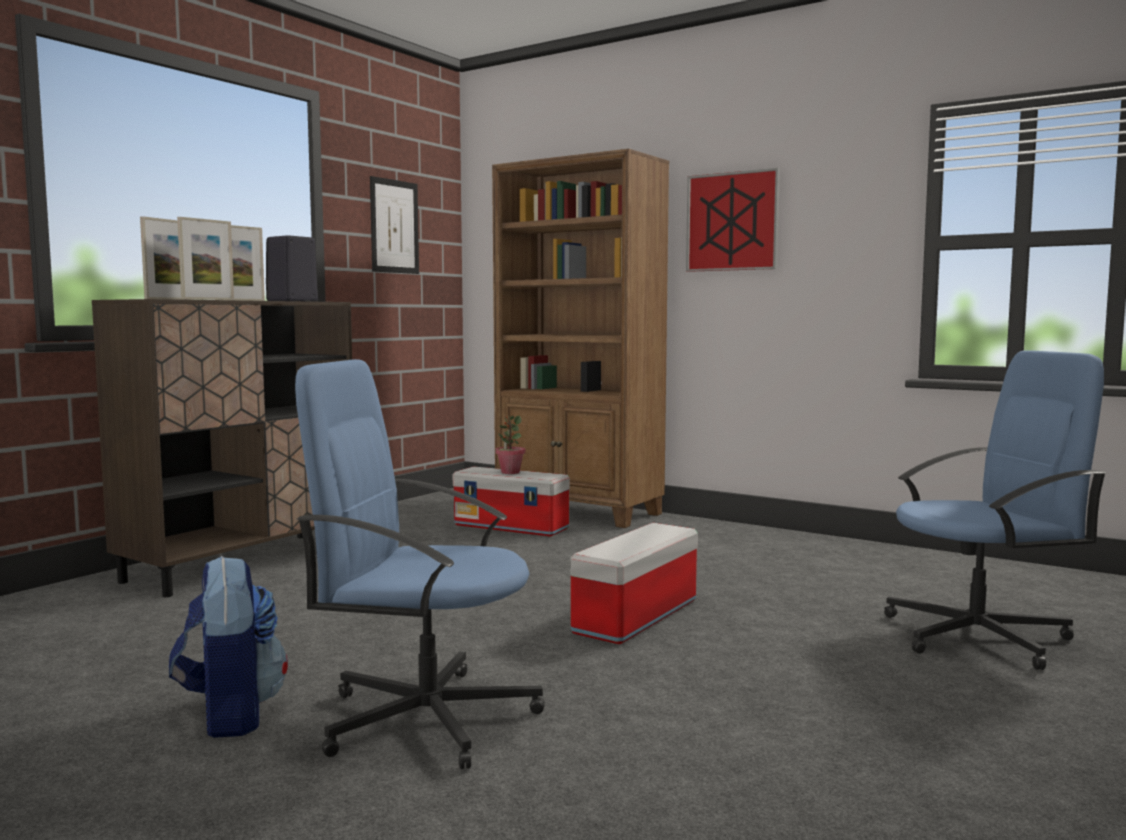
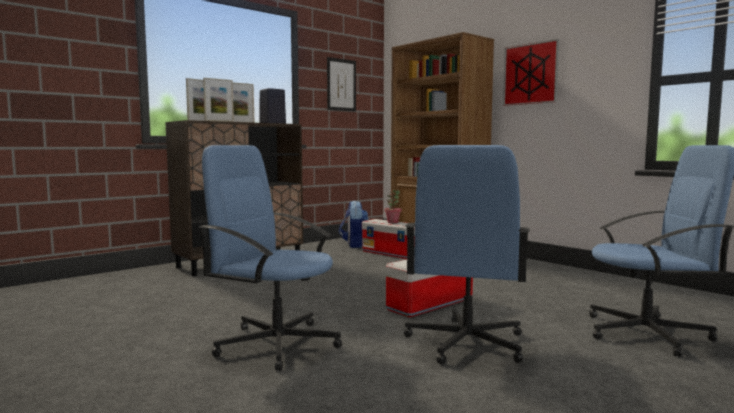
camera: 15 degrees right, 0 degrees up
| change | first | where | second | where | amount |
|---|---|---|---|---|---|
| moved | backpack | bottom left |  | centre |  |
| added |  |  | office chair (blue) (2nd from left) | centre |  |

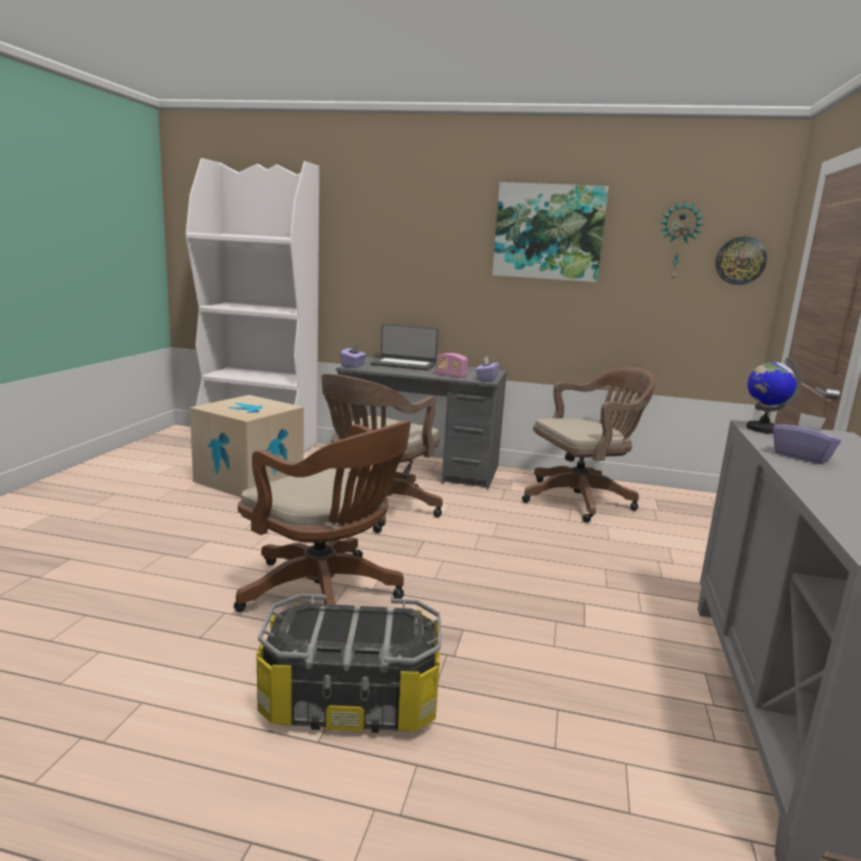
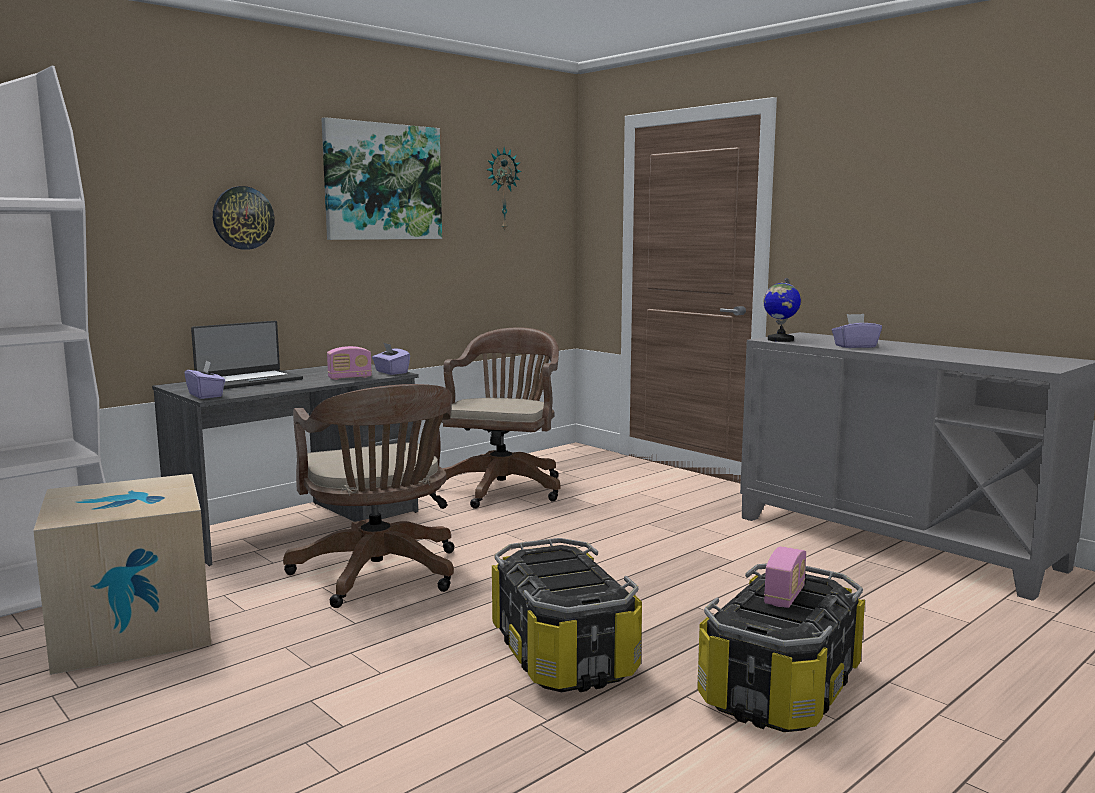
camera: 55 degrees left, 5 degrees down
| change | first | where | second | where | amount |
|---|---|---|---|---|---|
| moved | wall clock (2nd from left in the first image) | top right | wall clock (1st from left) | top left |  |
| replaced | office chair (brown) (1st from left) | centre | storage box (1st from left) | bottom centre |  |
| added |  |  | radio (2nd from left) | bottom right |  |

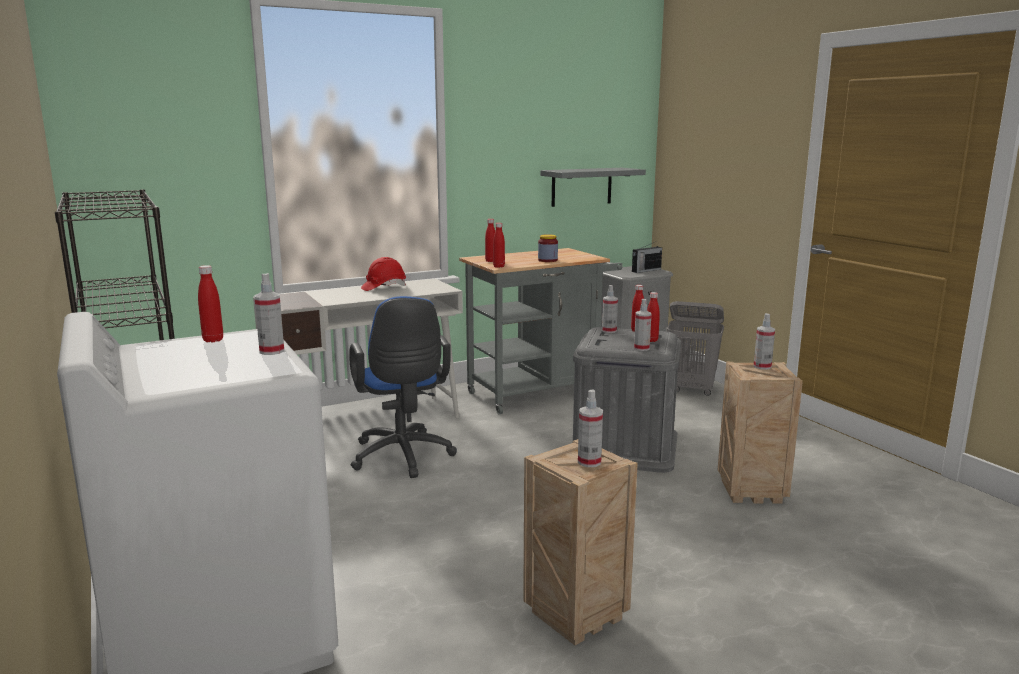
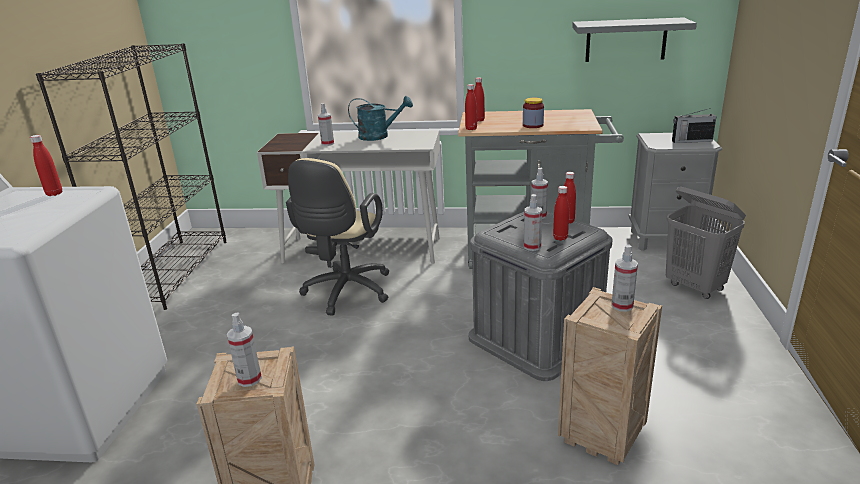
camera: 35 degrees right, 10 degrees up
| change | first | where | second | where | amount |
|---|---|---|---|---|---|
| replaced | hard hat (red) | centre | watering can (turquoise) | top centre |  |
| moved | spray bottle (1st from left in the first image) | middle left | spray bottle (2nd from left) | top centre |  |
| recoloured | office chair (blue) | centre | office chair (beige) | centre |  |

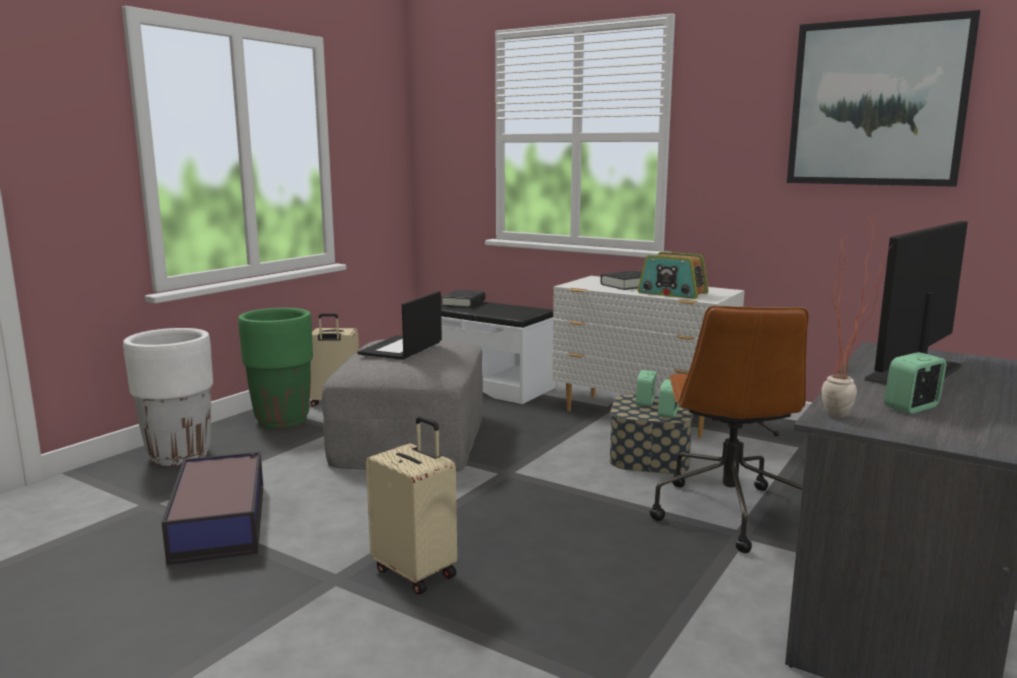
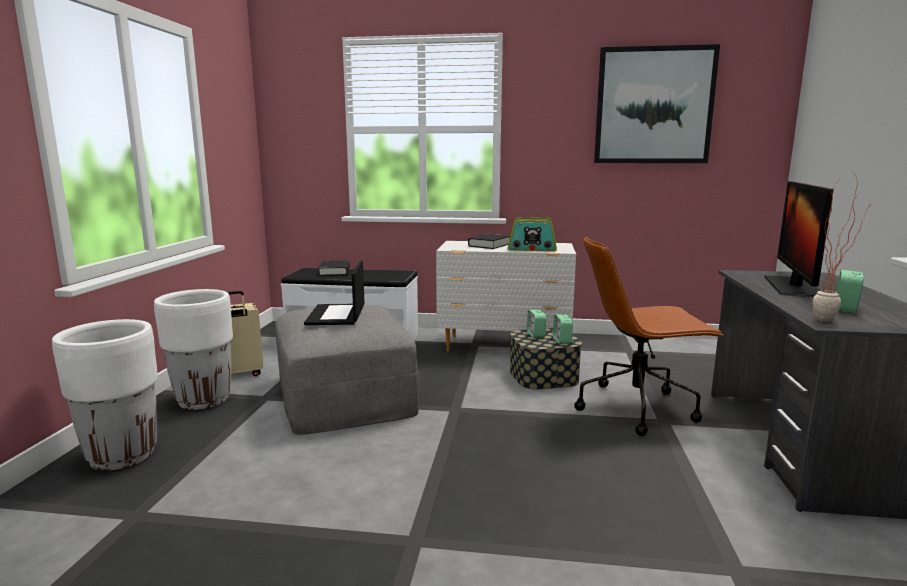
camera: 25 degrees left, 0 degrees up
| change | first | where | second | where | amount |
|---|---|---|---|---|---|
| turned | office chair (brown) | middle right |  | middle right | 105 degrees clockwise |
| recoloured | planter (green) | middle left | planter (white) (2nd from left) | middle left |  |
| removed | suitcase (beige) (2nd from left) | bottom centre |  |  |  |
| removed | storage box (1st from left) | bottom left |  |  |  |

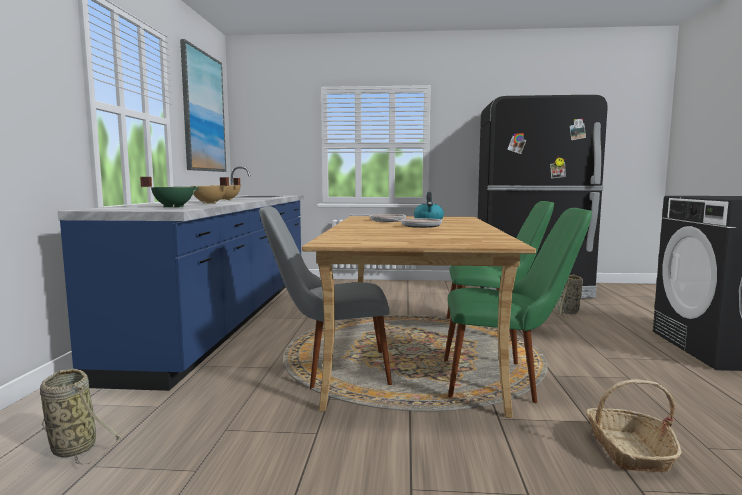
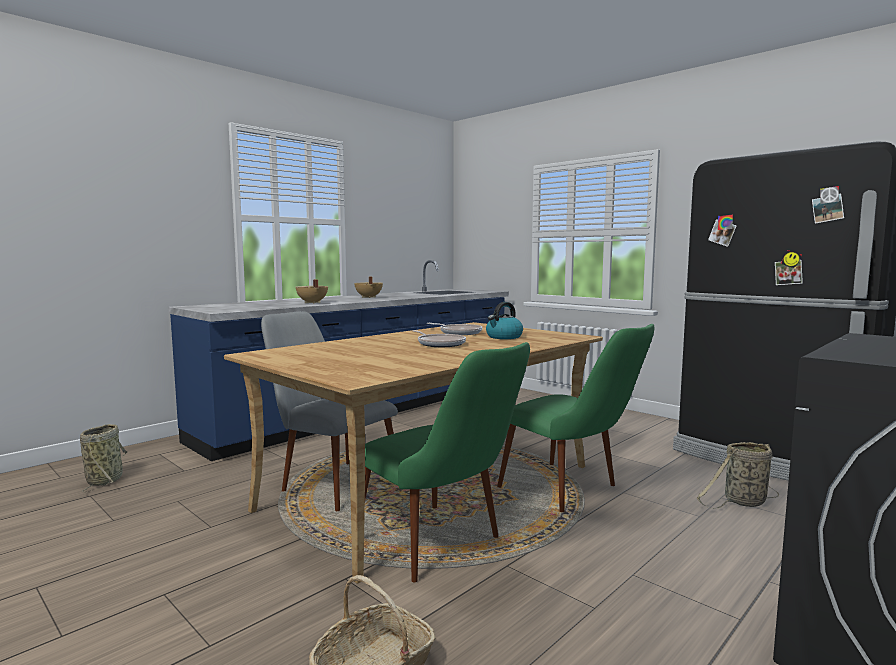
camera: 40 degrees right, 0 degrees up
| change | first | where | second | where | amount |
|---|---|---|---|---|---|
| removed | picture | top left |  |  |  |
| removed | cooking pot (green) | middle left |  |  |  |

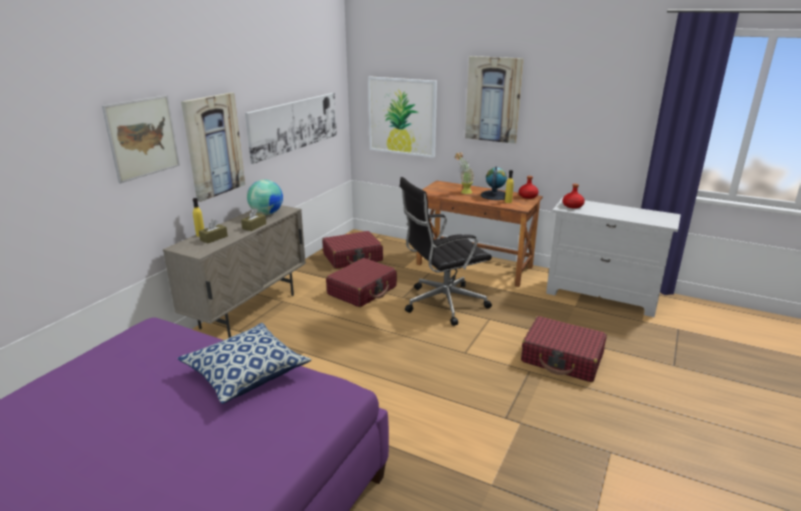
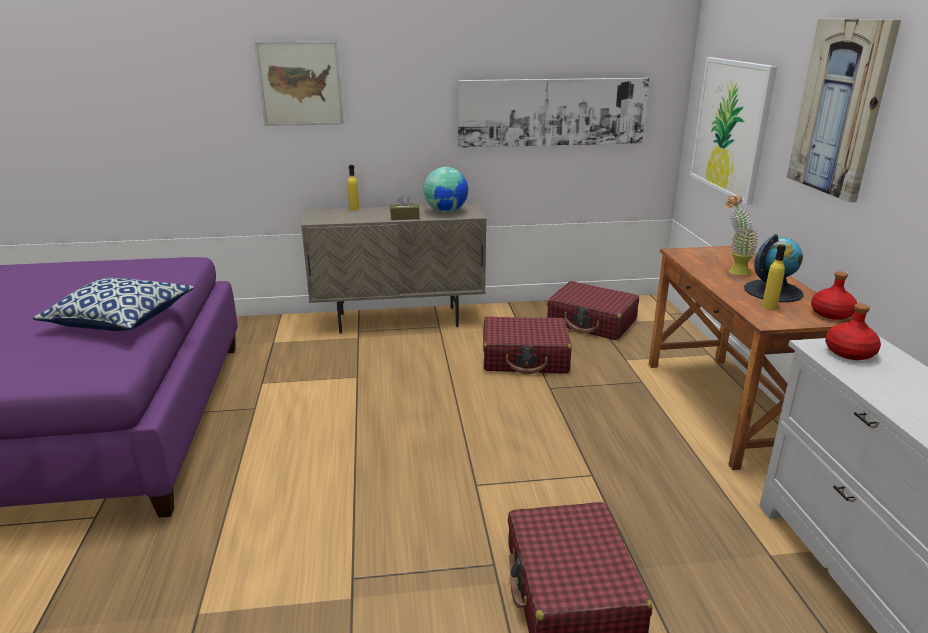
camera: 55 degrees right, 0 degrees up
| change | first | where | second | where | amount |
|---|---|---|---|---|---|
| removed | picture (2nd from left) | top left |  |  |  |
| removed | office chair (black) | centre |  |  |  |
| removed | tissue box (brown) (1st from left) | middle left |  |  |  |

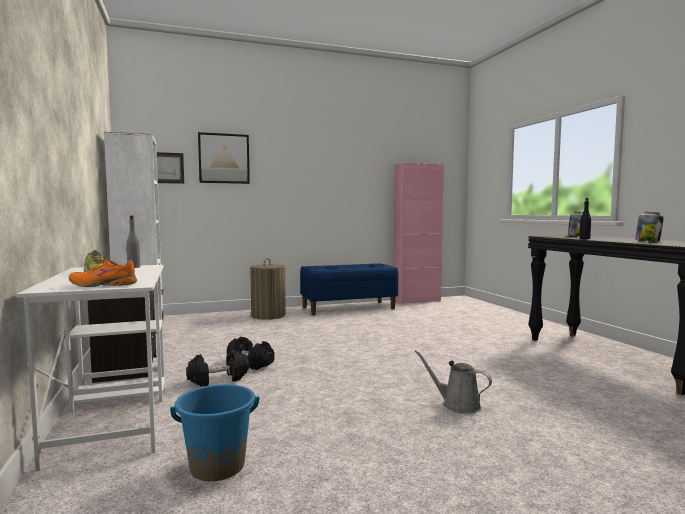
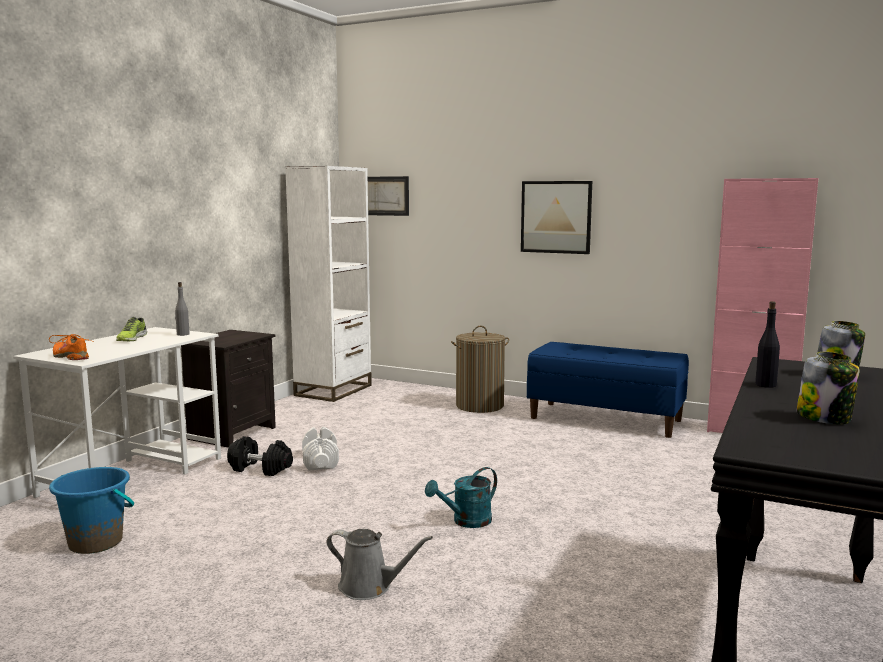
camera: 45 degrees right, 5 degrees up
| change | first | where | second | where | amount |
|---|---|---|---|---|---|
| moved | picture (2nd from left) | top left |  | top centre |  |
| recoloured | dumbbell (black) (2nd from left) | bottom centre | dumbbell (white) | bottom centre |  |
| turned | watering can (grey) | bottom centre |  | bottom centre | 120 degrees clockwise |
| added |  |  | watering can (turquoise) | bottom centre |  |

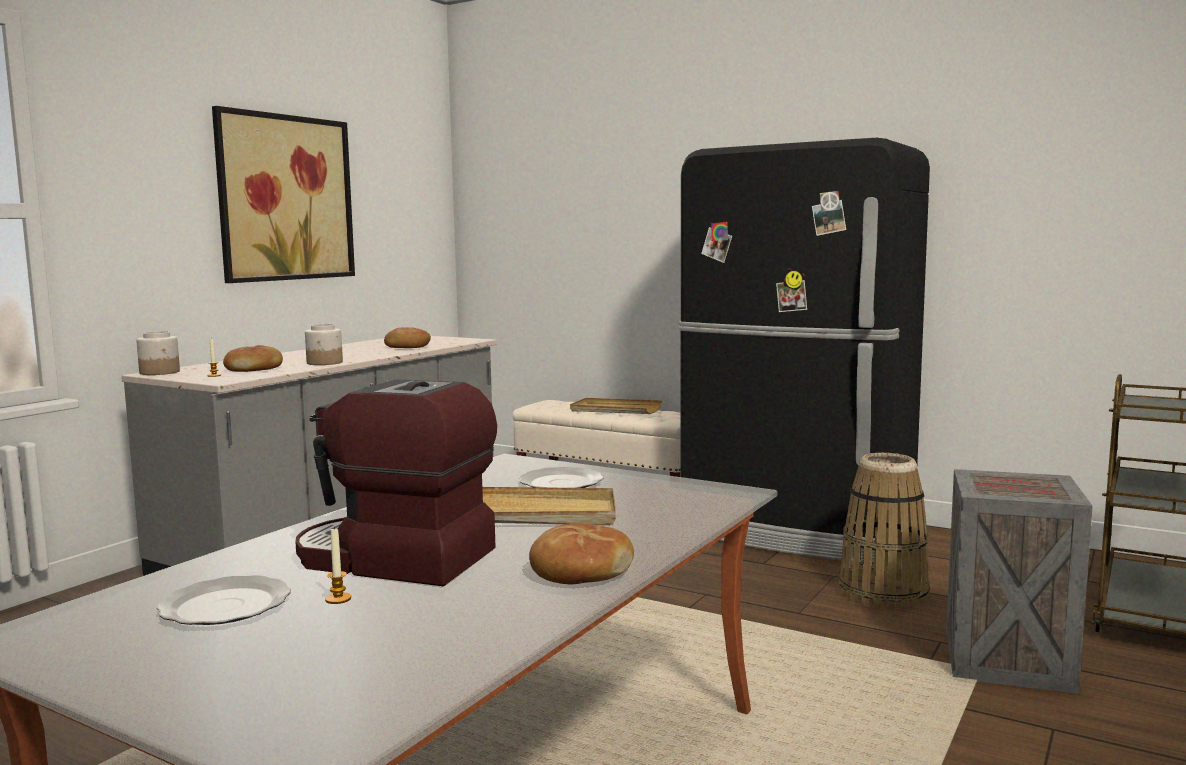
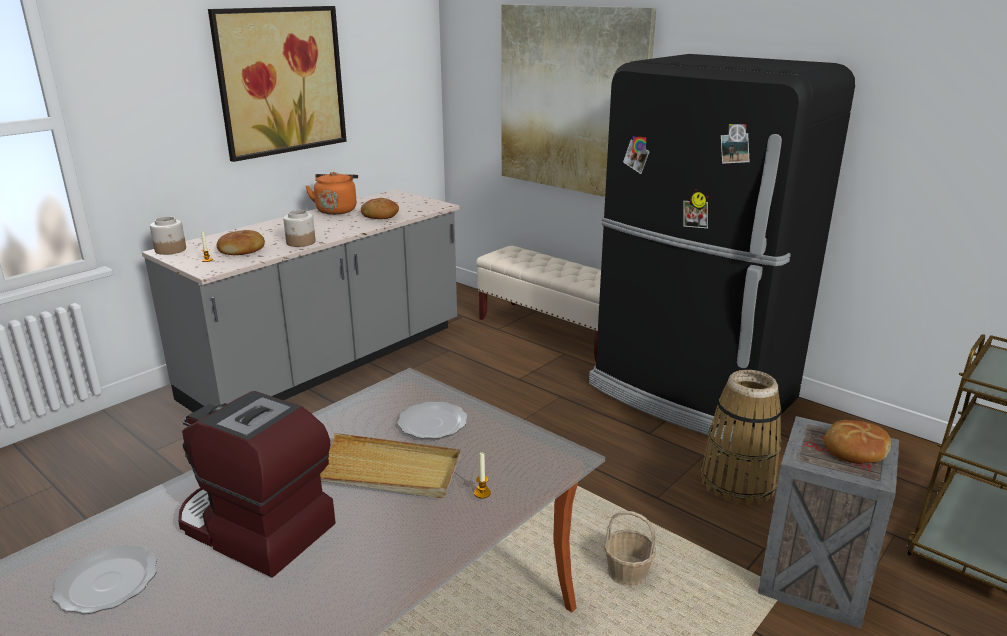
camera: 10 degrees right, 15 degrees up
| change | first | where | second | where | amount |
|---|---|---|---|---|---|
| removed | tray (beige) (2nd from left) | centre |  |  |  |
| moved | bread (3rd from left) | bottom centre |  | bottom right |  |
| moved | candle (2nd from left) | bottom left |  | bottom centre |  |
| added |  |  | picture (2nd from left) | top centre |  |
| added |  |  | kettle (orange) | top left |  |
| added |  |  | basket (1st from left) | bottom centre |  |

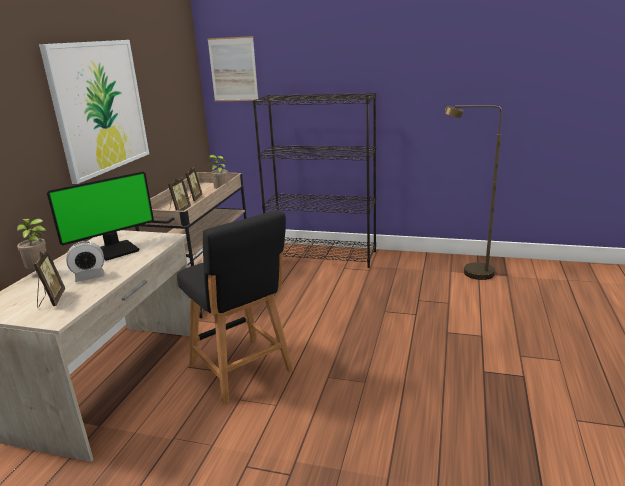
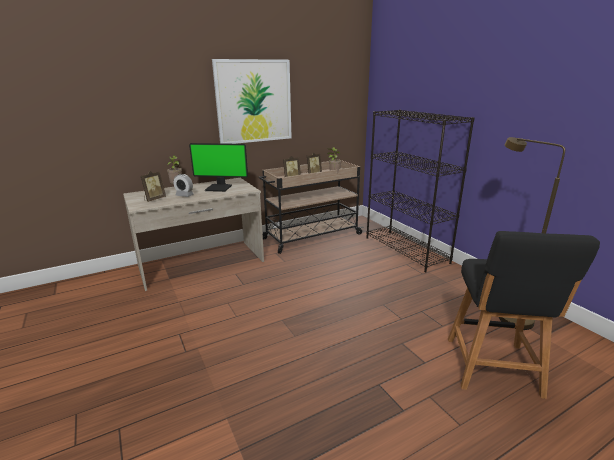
camera: 45 degrees right, 0 degrees up
| change | first | where | second | where | amount |
|---|---|---|---|---|---|
| removed | picture (2nd from left) | top centre |  |  |  |
| moved | stool (black) | centre |  | bottom right |  |

